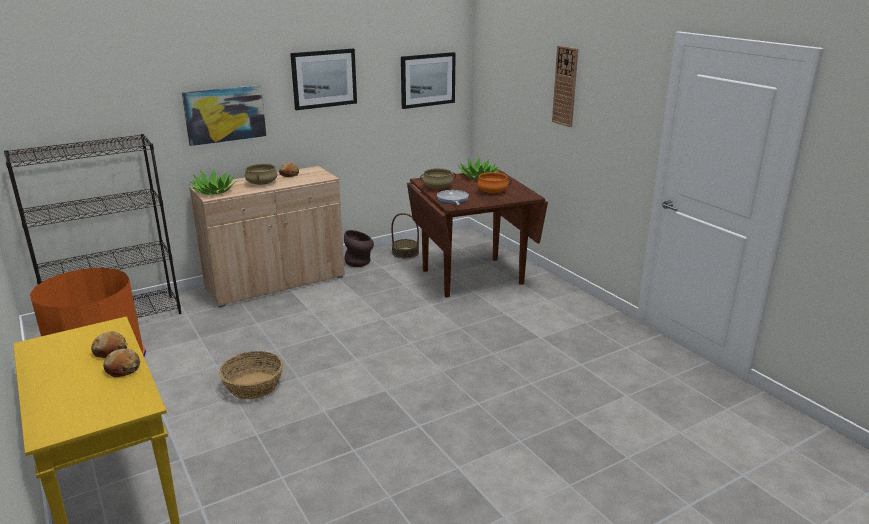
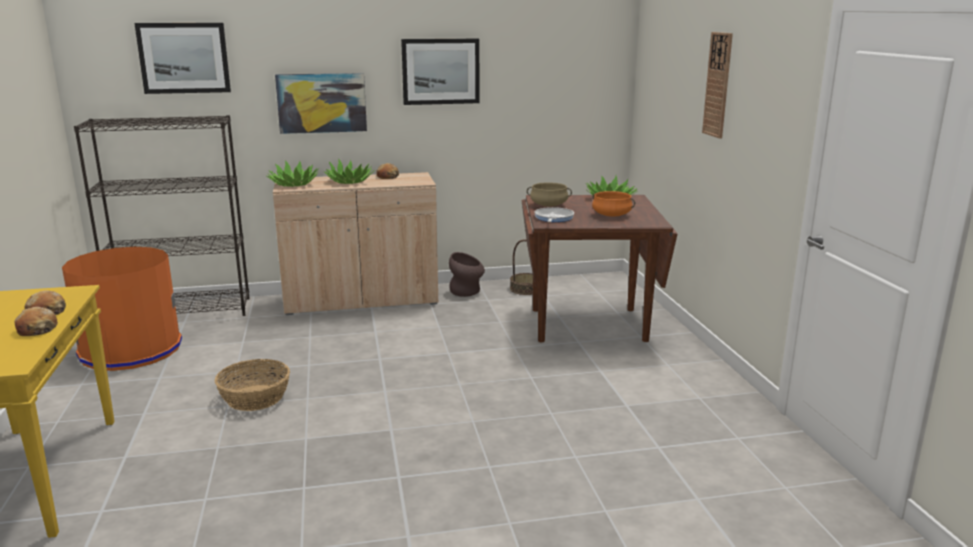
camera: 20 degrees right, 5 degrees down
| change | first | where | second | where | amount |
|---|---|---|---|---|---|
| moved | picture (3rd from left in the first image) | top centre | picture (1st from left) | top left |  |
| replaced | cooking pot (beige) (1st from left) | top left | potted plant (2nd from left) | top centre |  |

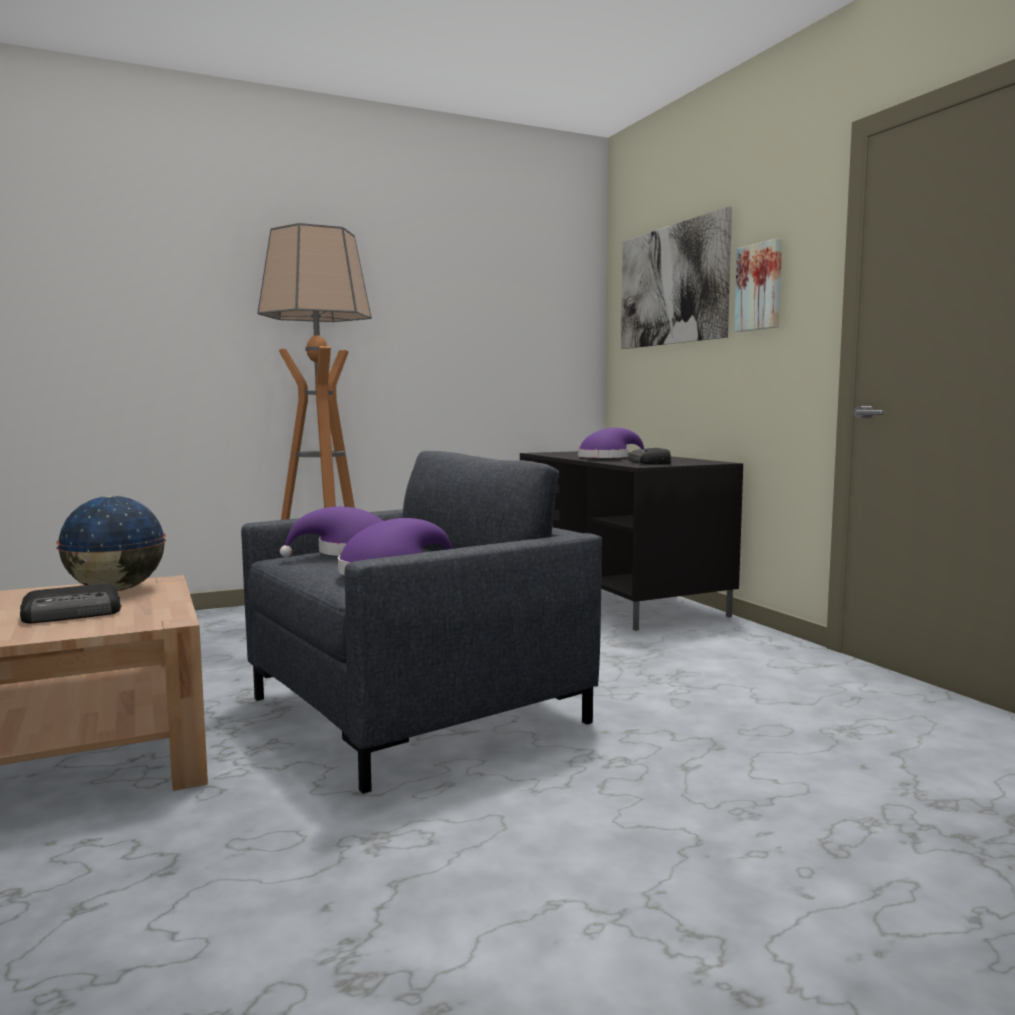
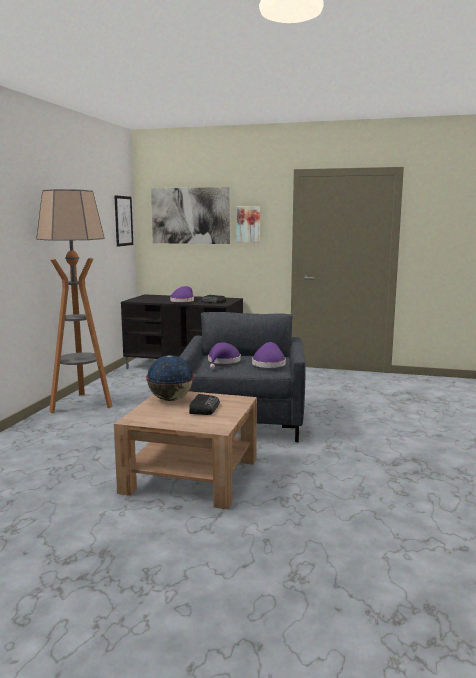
camera: 50 degrees left, 5 degrees up
| change | first | where | second | where | amount |
|---|---|---|---|---|---|
| added |  |  | picture (1st from left) | top left |  |

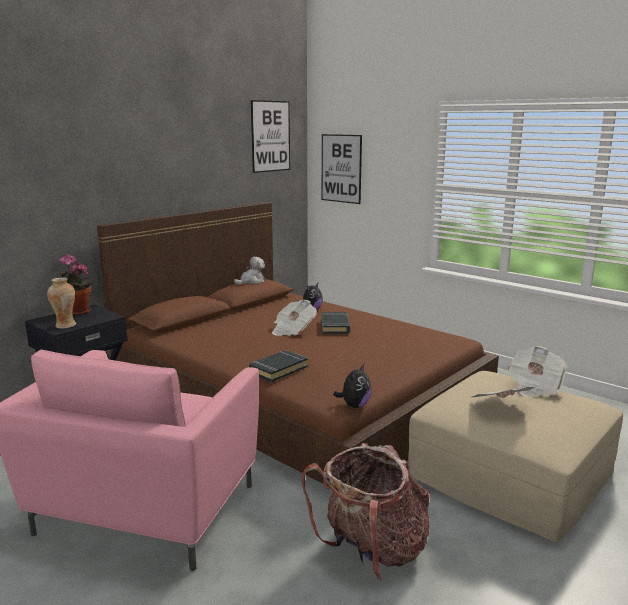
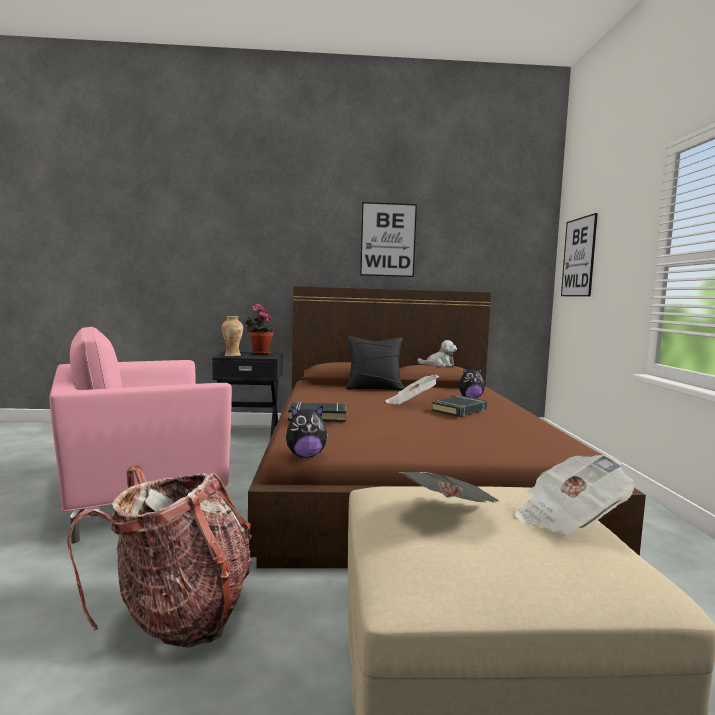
camera: 45 degrees right, 10 degrees down
| change | first | where | second | where | amount |
|---|---|---|---|---|---|
| moved | picture (1st from left) | top centre |  | centre |  |
| added |  |  | pillow (black) | centre |  |

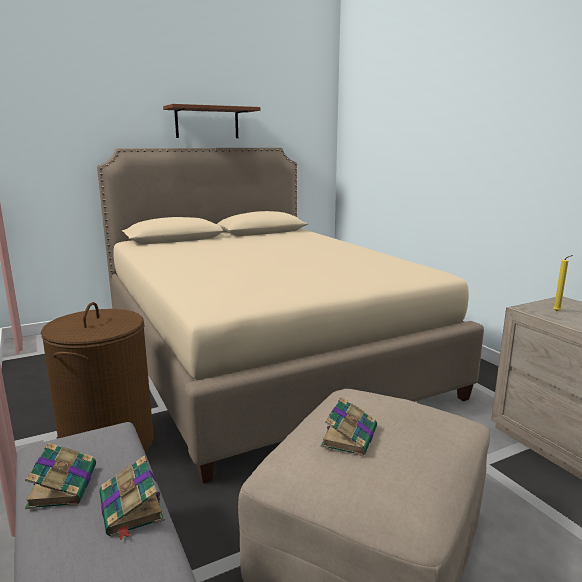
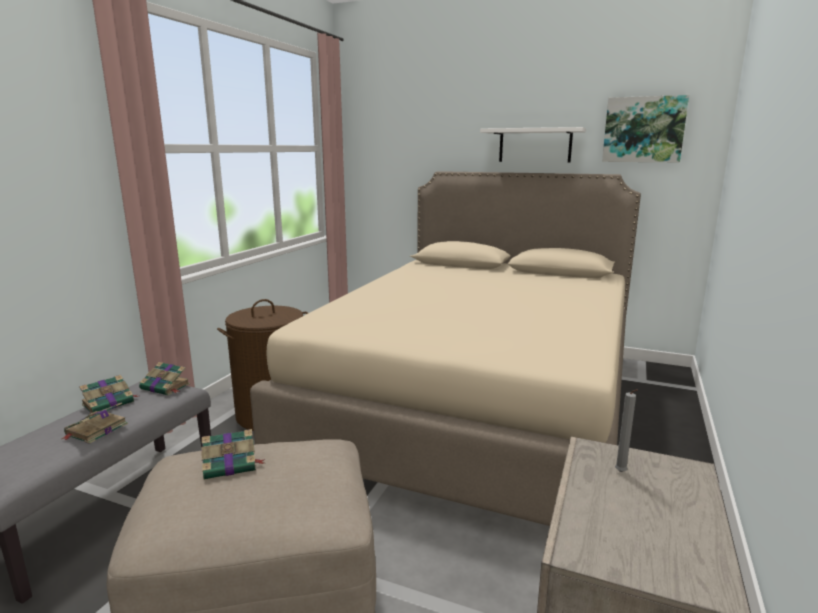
camera: 50 degrees right, 0 degrees up
| change | first | where | second | where | amount |
|---|---|---|---|---|---|
| recoloured | shelf (brown) | top centre | shelf (white) | top centre |  |
| recoloured | candle (yellow) | middle right | candle (grey) | bottom right |  |
| added |  |  | picture | top right |  |
| added |  |  | book (3rd from left) | middle left |  |

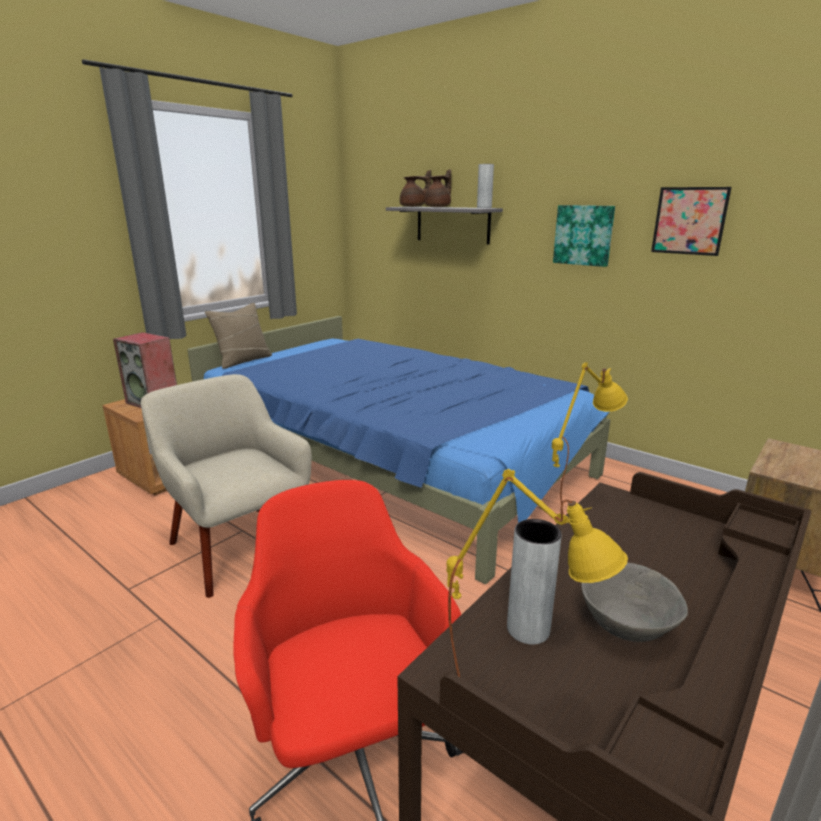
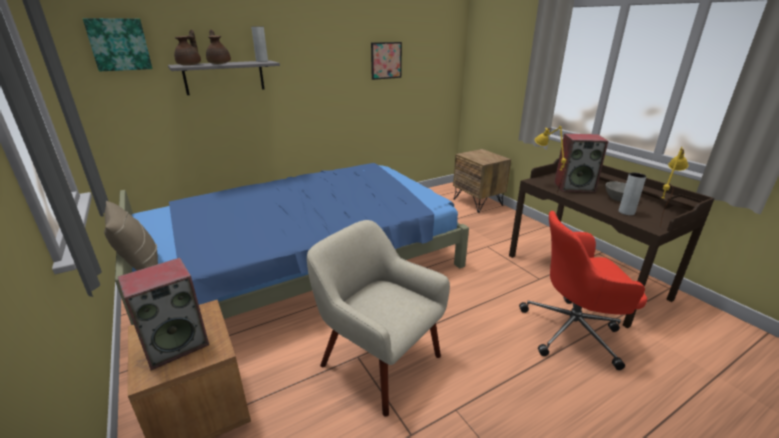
camera: 70 degrees left, 5 degrees up
| change | first | where | second | where | amount |
|---|---|---|---|---|---|
| moved | picture (1st from left) | top right |  | top left |  |
| turned | armchair (beige) | middle left |  | bottom centre | 60 degrees clockwise |
| added |  |  | speaker (2nd from left) | middle right |  |

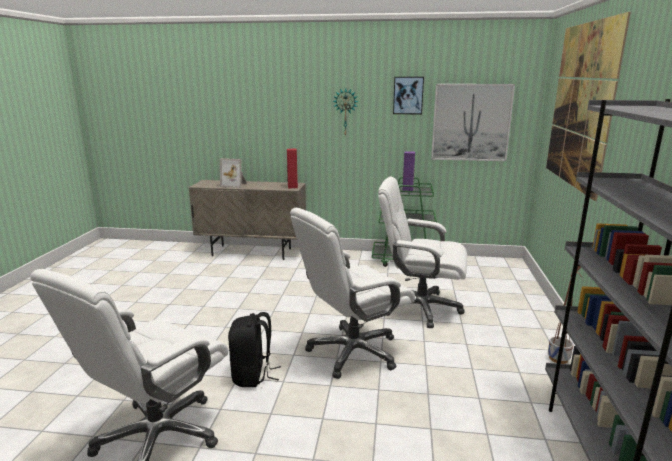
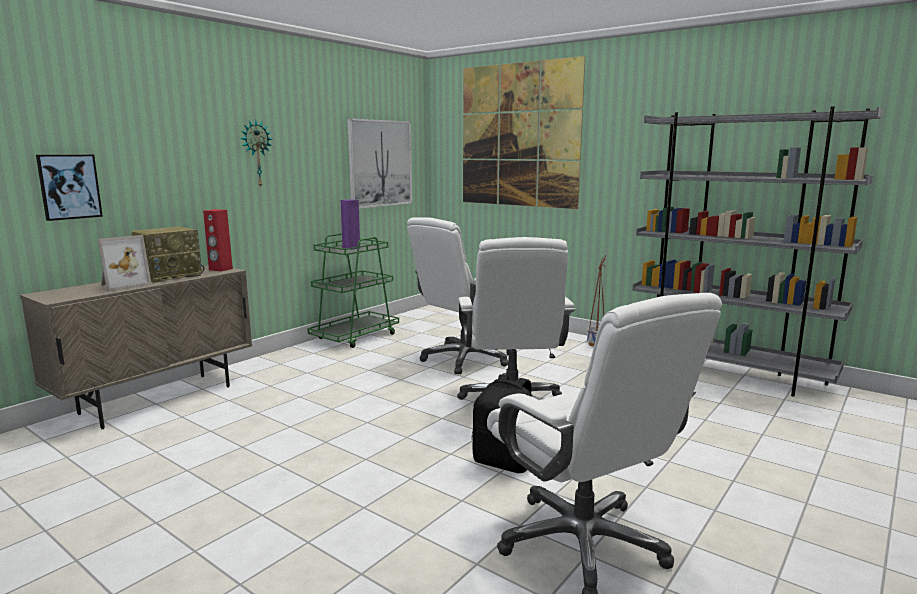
camera: 60 degrees left, 5 degrees down
| change | first | where | second | where | amount |
|---|---|---|---|---|---|
| moved | picture (1st from left) | top centre |  | top left |  |
| added |  |  | radio | middle left |  |

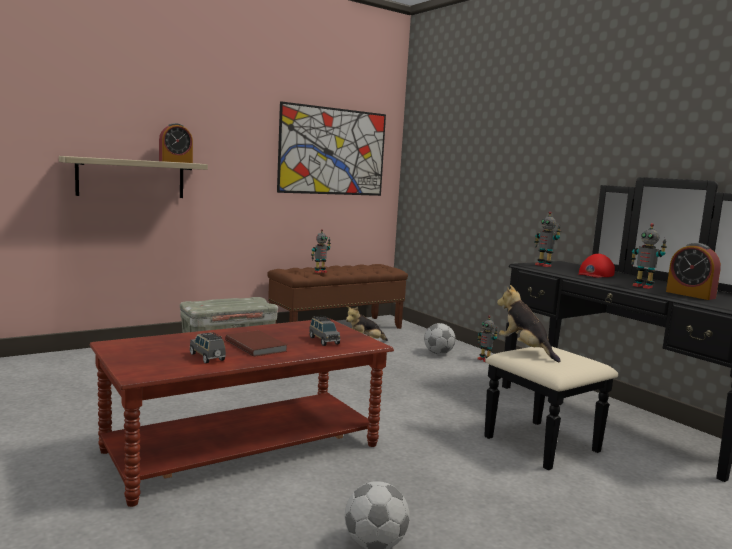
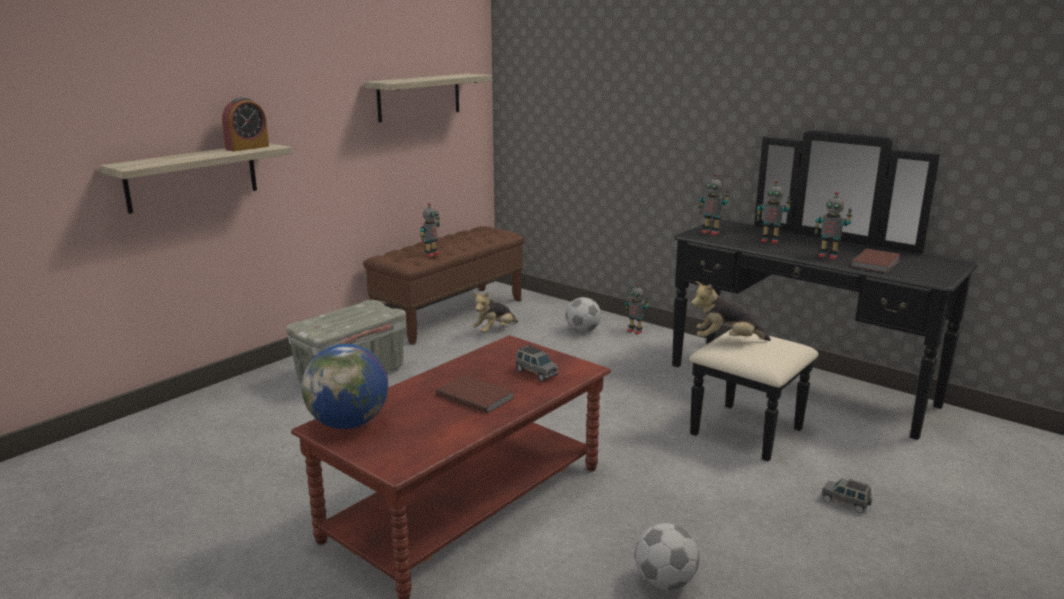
camera: 15 degrees left, 10 degrees up
| change | first | where | second | where | amount |
|---|---|---|---|---|---|
| replaced | picture | top centre | shelf (2nd from left) | top centre |  |
| replaced | alarm clock (2nd from left) | middle right | book (brown) (2nd from left) | middle right |  |
| replaced | cap (red) | middle right | toy robot (4th from left) | middle right |  |
| turned | plush toy (2nd from left) | middle right |  | middle right | 45 degrees counterclockwise |
| moved | toy car (grey) (1st from left in the first image) | middle left | toy car (grey) (2nd from left) | bottom right |  |
| added |  |  | globe | middle left |  |

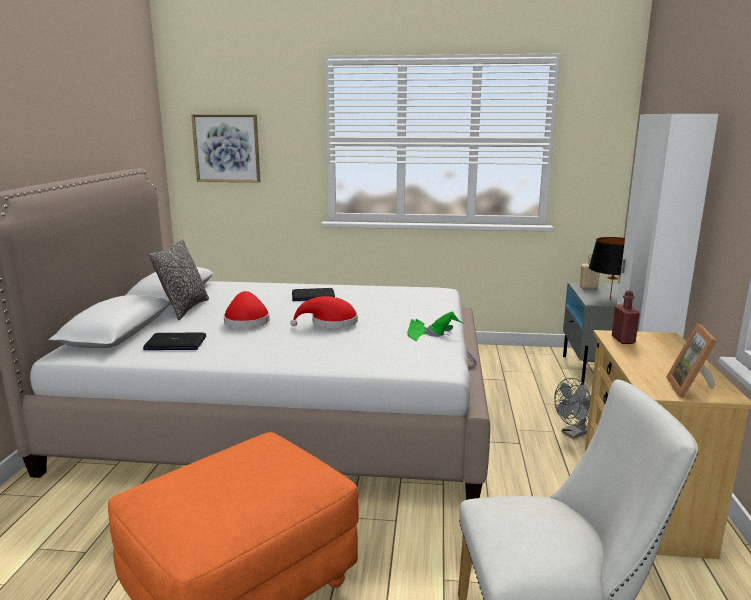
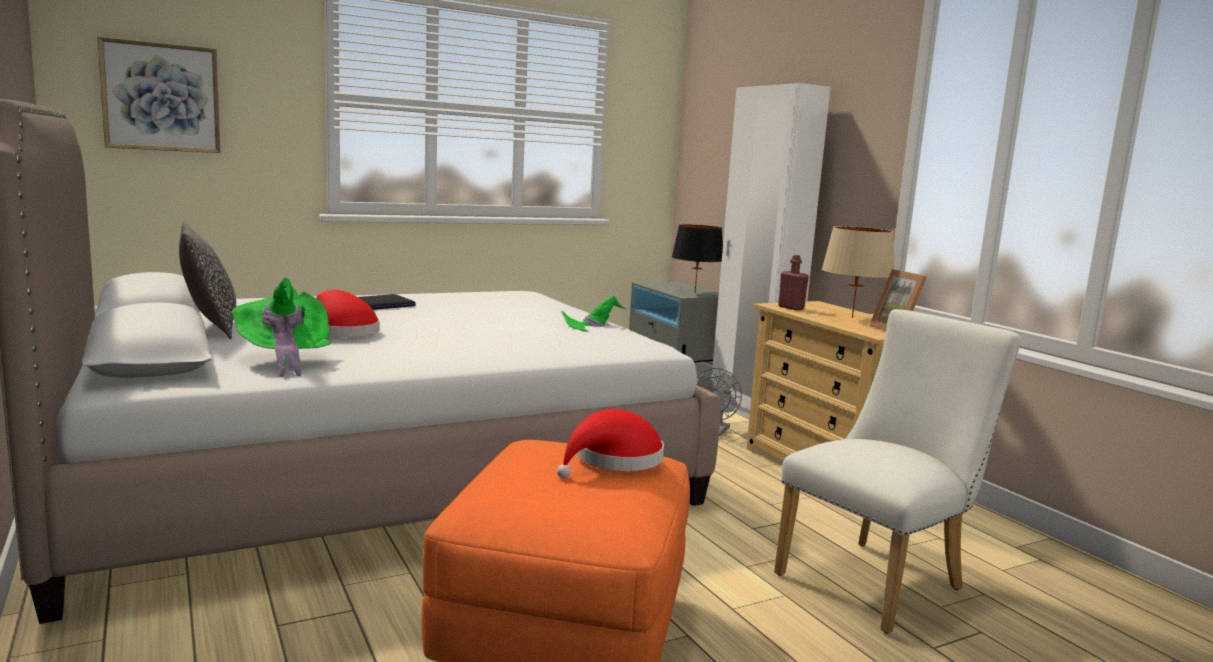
camera: 35 degrees left, 5 degrees down
| change | first | where | second | where | amount |
|---|---|---|---|---|---|
| removed | bottle (beige) | middle right |  |  |  |
| moved | hat (red) (2nd from left) | centre |  | bottom centre |  |
| replaced | laptop (1st from left) | middle left | hat (green) (1st from left) | middle left |  |
| added |  |  | table lamp (beige) | middle right |  |

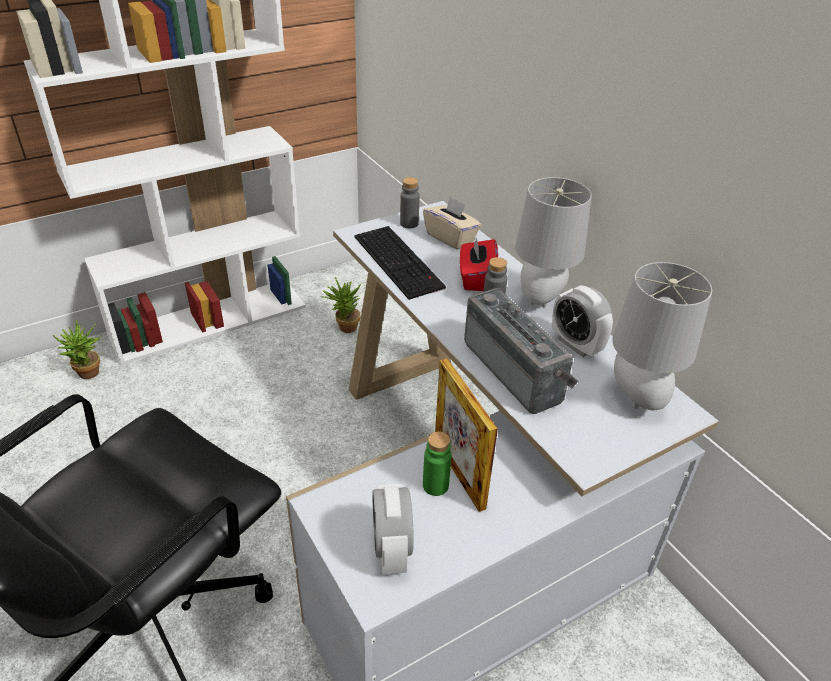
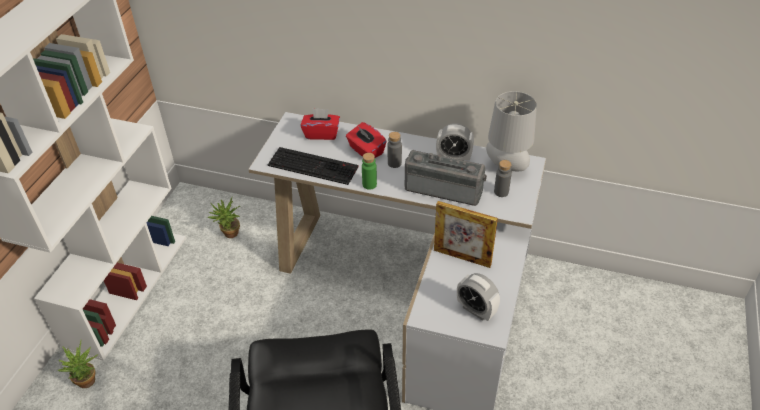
camera: 40 degrees left, 5 degrees up
| change | first | where | second | where | amount |
|---|---|---|---|---|---|
| moved | bottle (grey) (1st from left in the first image) | top centre | bottle (grey) (2nd from left) | centre |  |
| removed | table lamp (grey) (1st from left) | centre |  |  |  |
| recoloured | tissue box (beige) | top centre | tissue box (red) (1st from left) | top centre |  |
| moved | bottle (green) | bottom centre |  | centre |  |

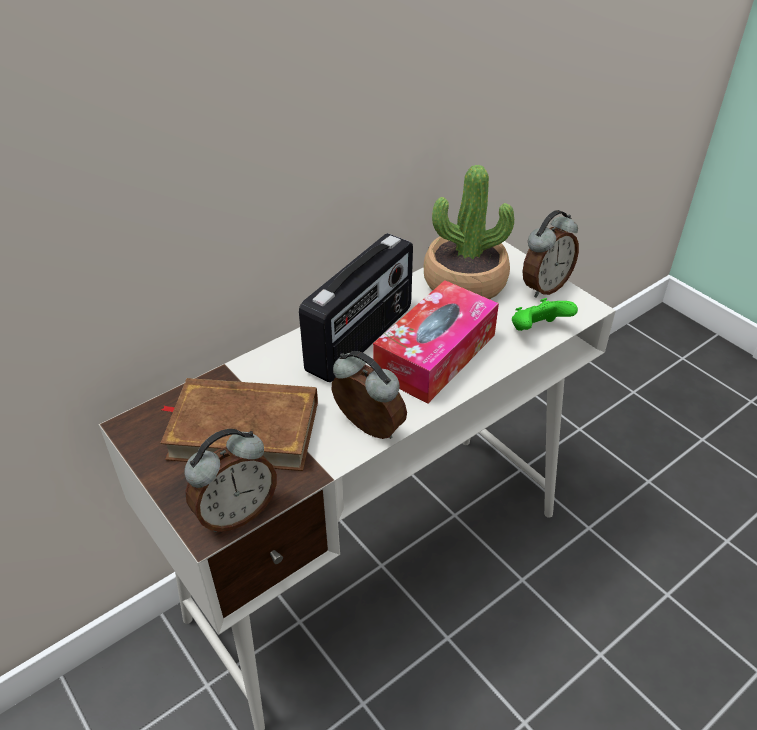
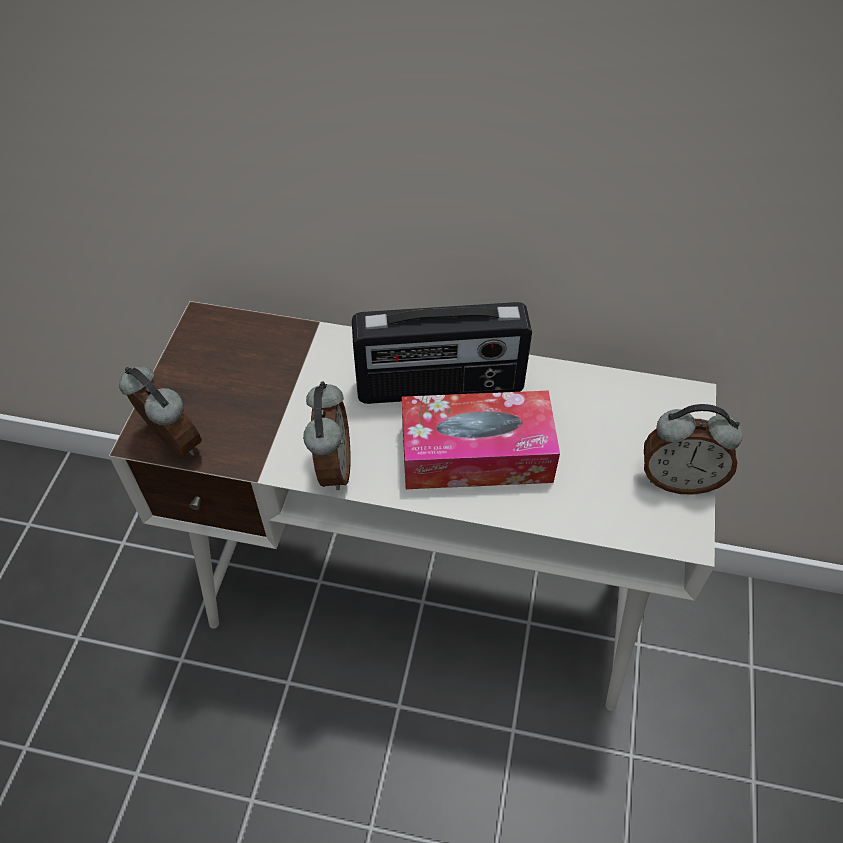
camera: 50 degrees right, 10 degrees up
| change | first | where | second | where | amount |
|---|---|---|---|---|---|
| removed | potted plant | top centre |  |  |  |
| removed | game controller (green) | middle right |  |  |  |
| removed | book (brown) | middle left |  |  |  |
| turned | alarm clock (1st from left) | middle left |  | middle left | 150 degrees counterclockwise |

